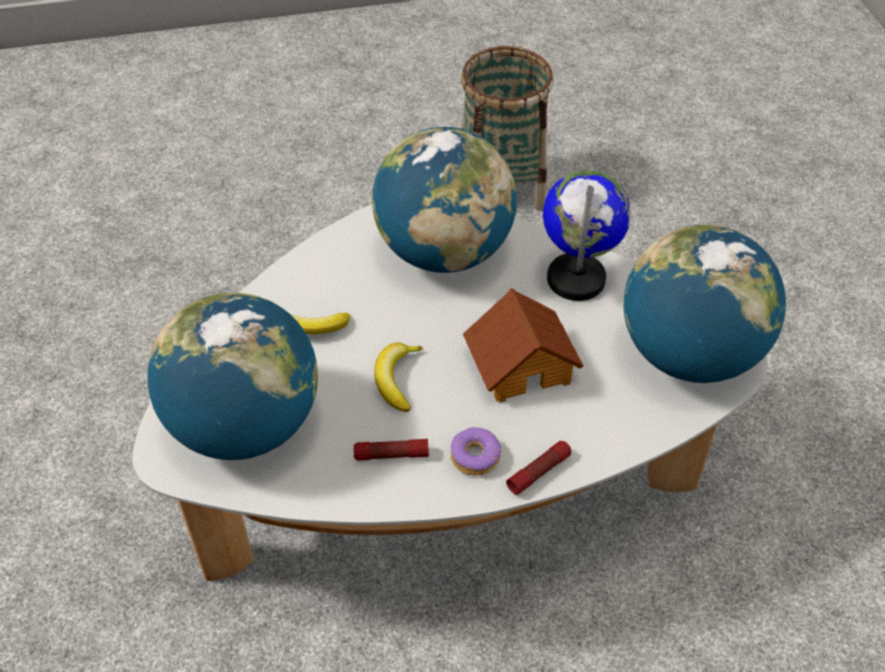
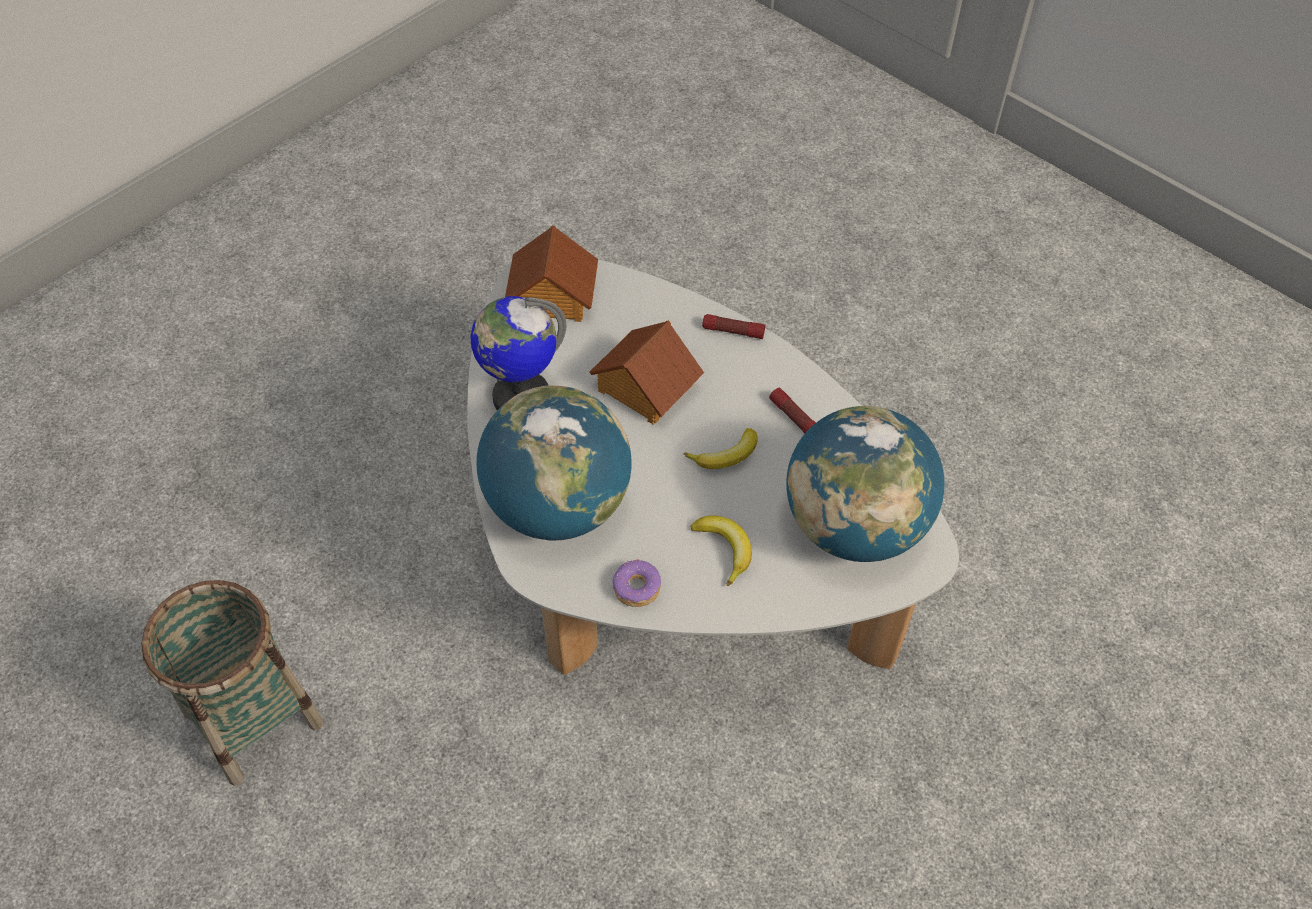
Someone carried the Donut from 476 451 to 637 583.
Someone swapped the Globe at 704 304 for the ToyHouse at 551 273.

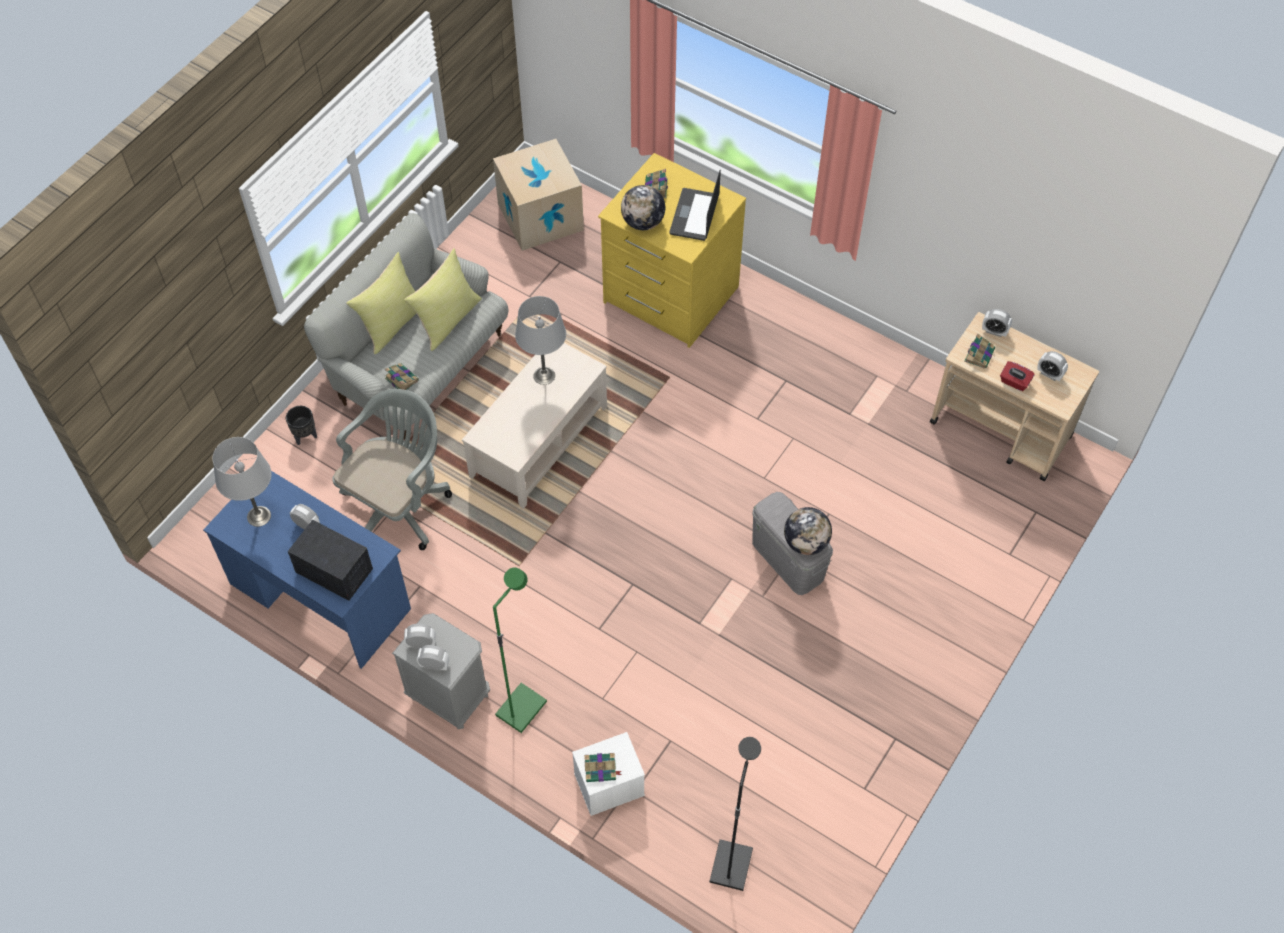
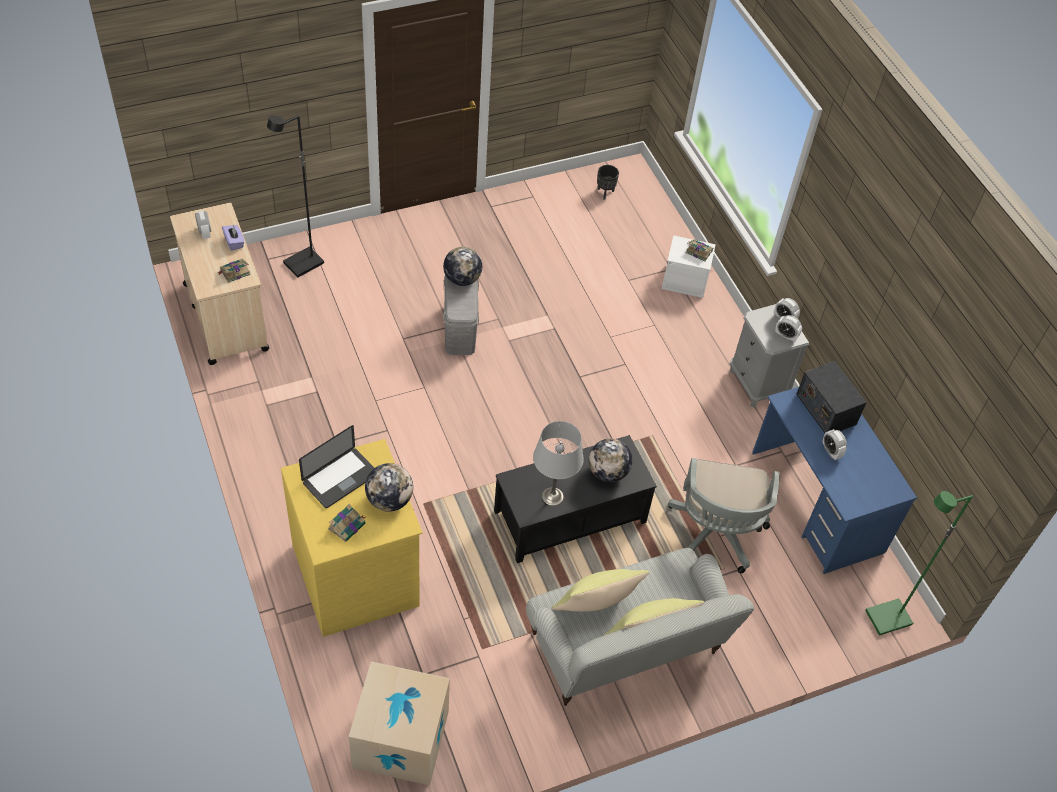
Someone took away the GreyTableLamp at 242 482.
Someone took away the Book at 402 376.
Someone took away the AlarmClock at 997 323.
Someone put down the Globe at 610 460.
Someone carried the BlackPlanter from 301 425 to 608 182.
Someone carried the GreenFloorLamp from 520 650 to 919 563.
Someone carried the BlackFloorLamp from 735 814 to 295 196.
Someone repainted the BeigeCoffeeTable at 534 426, which became the BlackCoffeeTable at 575 499.
Someone repainted the RedTissueBox at 1017 376, which became the PurpleTissueBox at 233 238.
Someone rotated the GreyOfficeChair at 392 469 by 60 degrees counterclockwise.

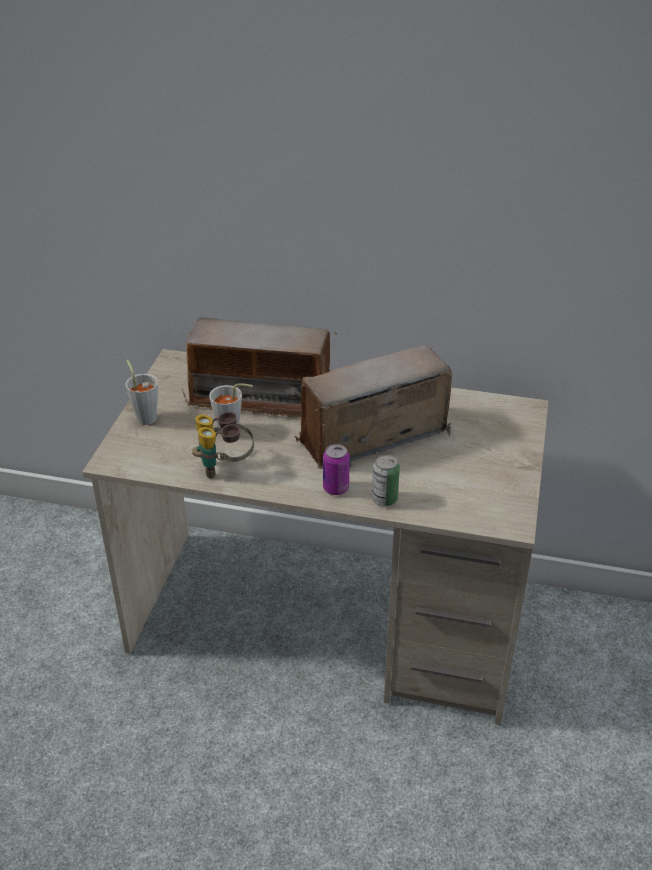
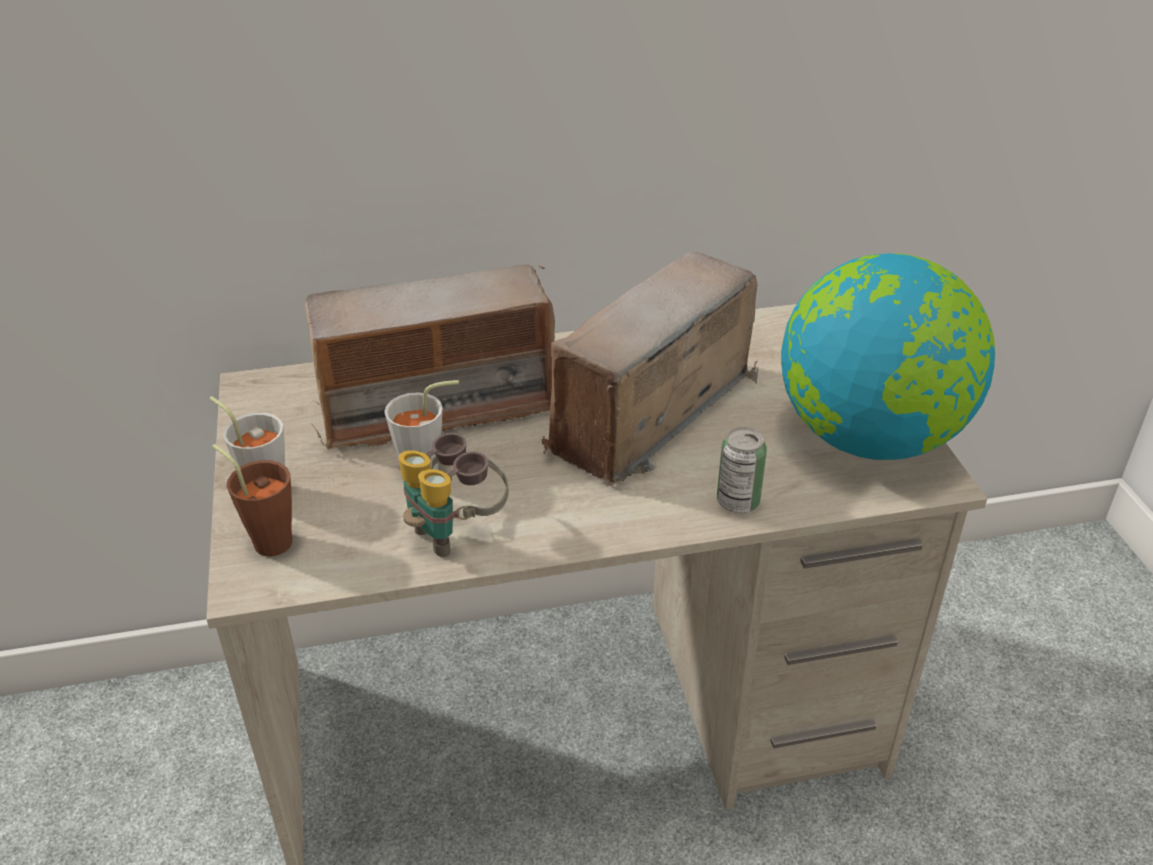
Someone took away the Can at 336 469.
Someone put down the BrownCup at 252 500.
Someone put down the Globe at 888 356.

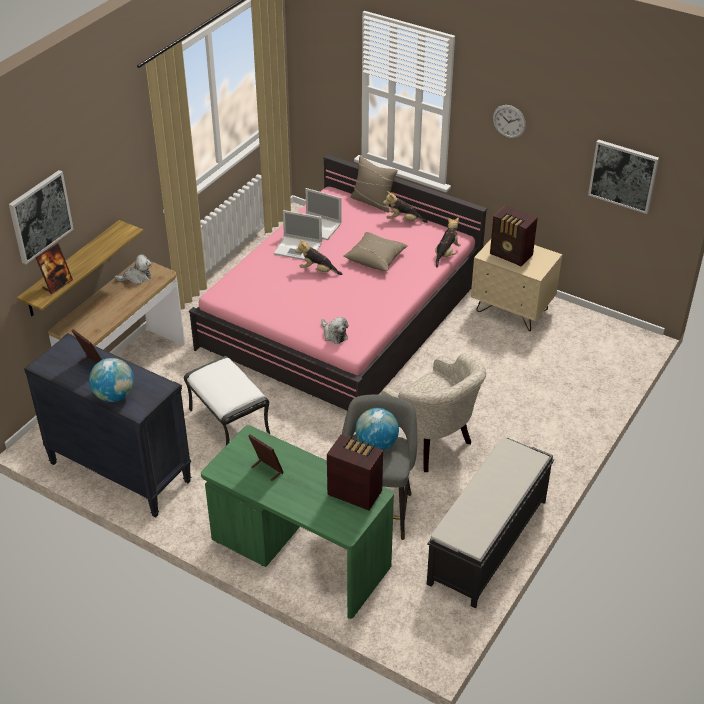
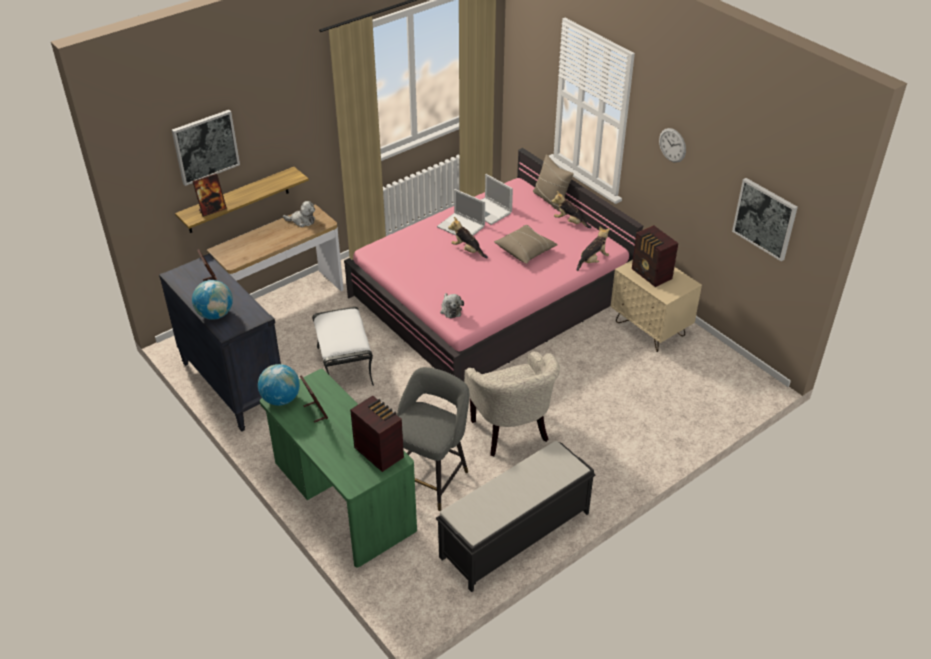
Someone carried the Globe from 377 429 to 279 385.

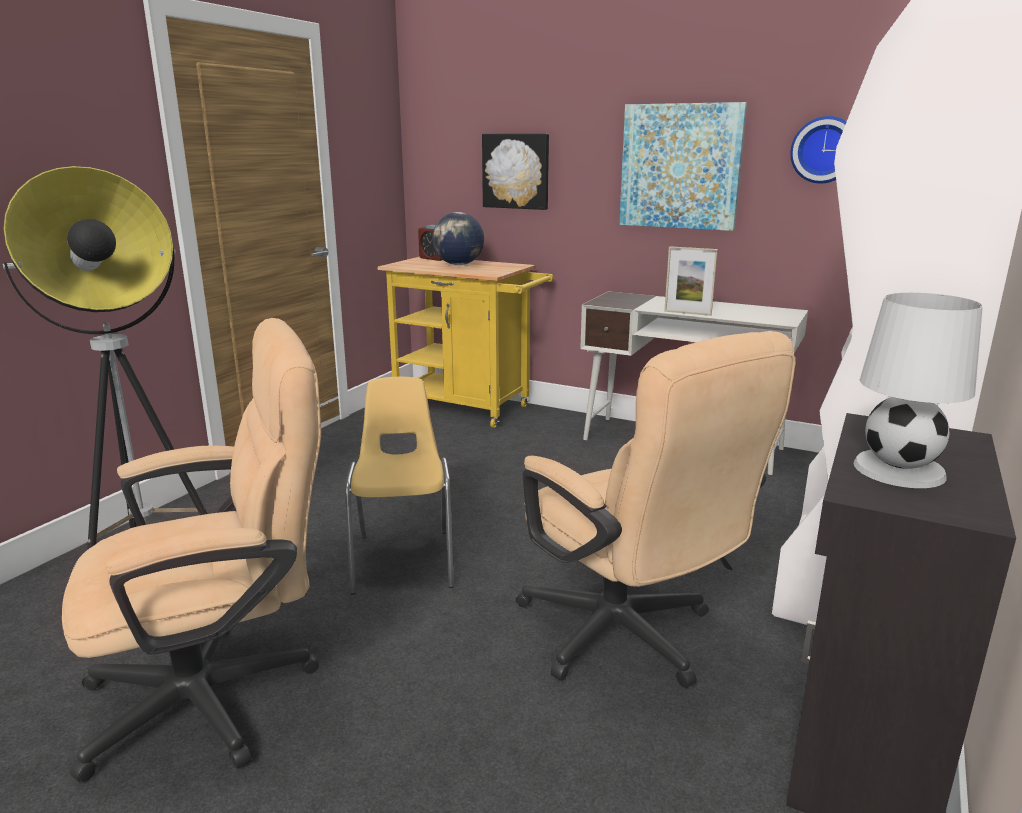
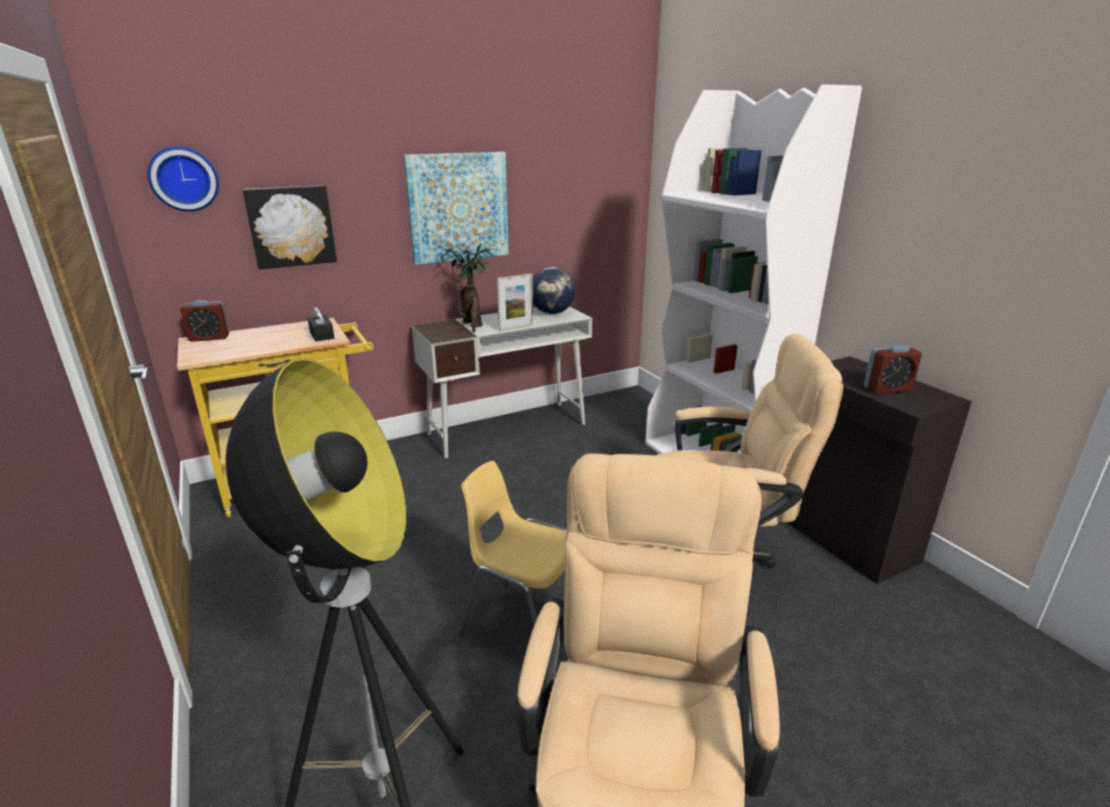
Someone put down the BlackTissueBox at 321 324.
Someone put down the PottedPlant at 466 288.
Someone carried the Globe from 458 238 to 553 290.
Someone carried the WallClock from 818 149 to 183 179.
Someone swapped the WhiteTableLamp at 918 390 for the AlarmClock at 893 369.

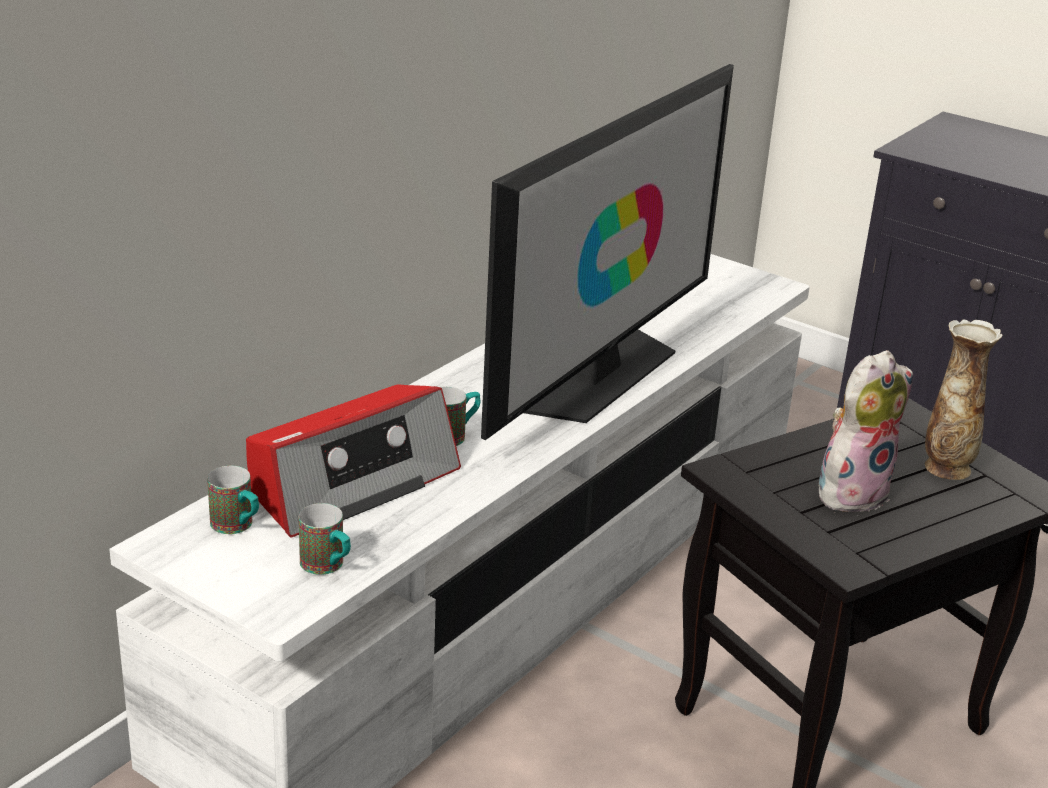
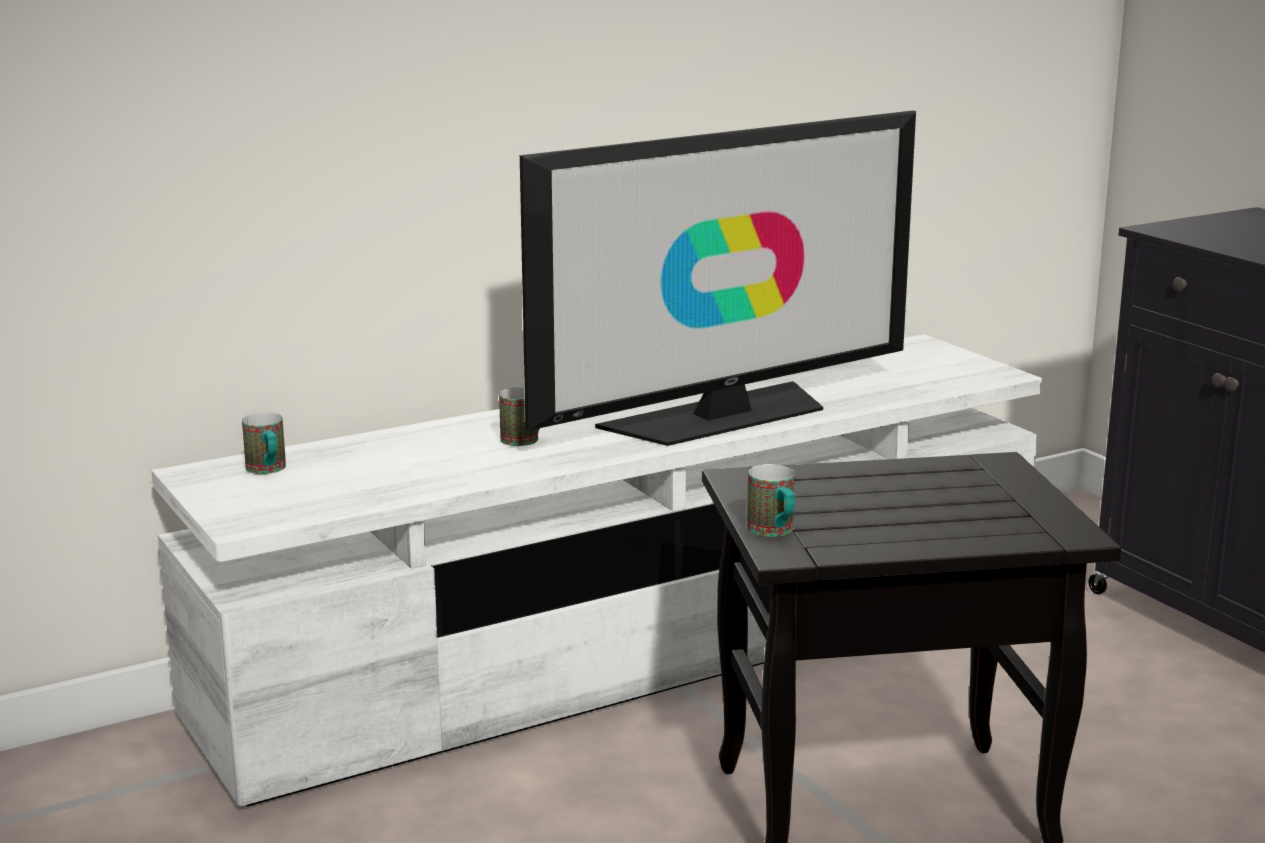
Someone took away the Radio at 353 460.
Someone took away the PlushToy at 865 431.
Someone took away the Vase at 964 399.
Someone carried the Mug from 325 539 to 771 500.

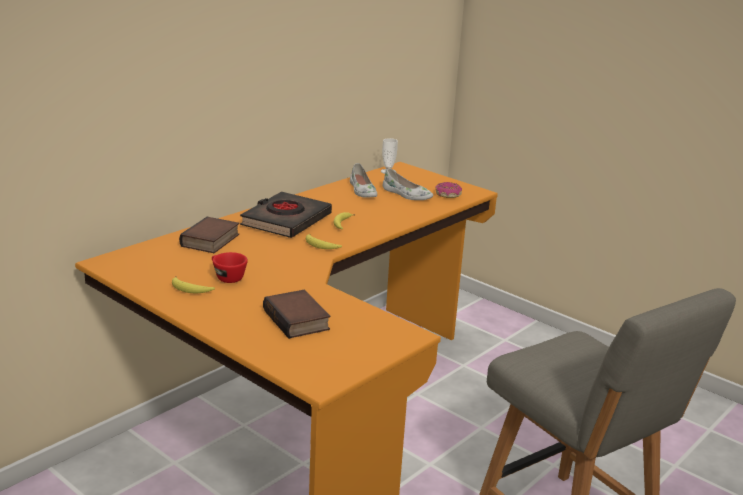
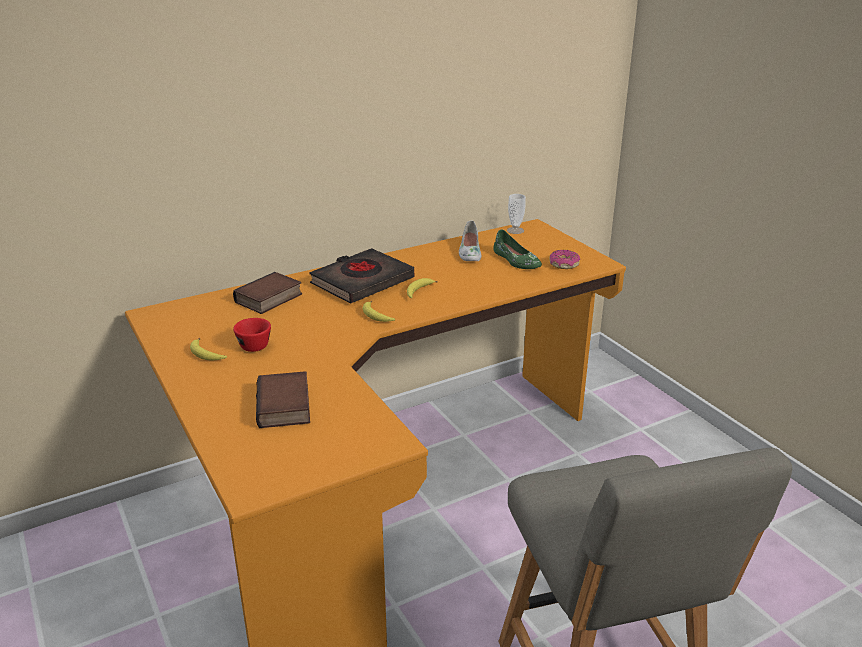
Someone repainted the WhiteShoe at 408 184, which became the GreenShoe at 517 249.

